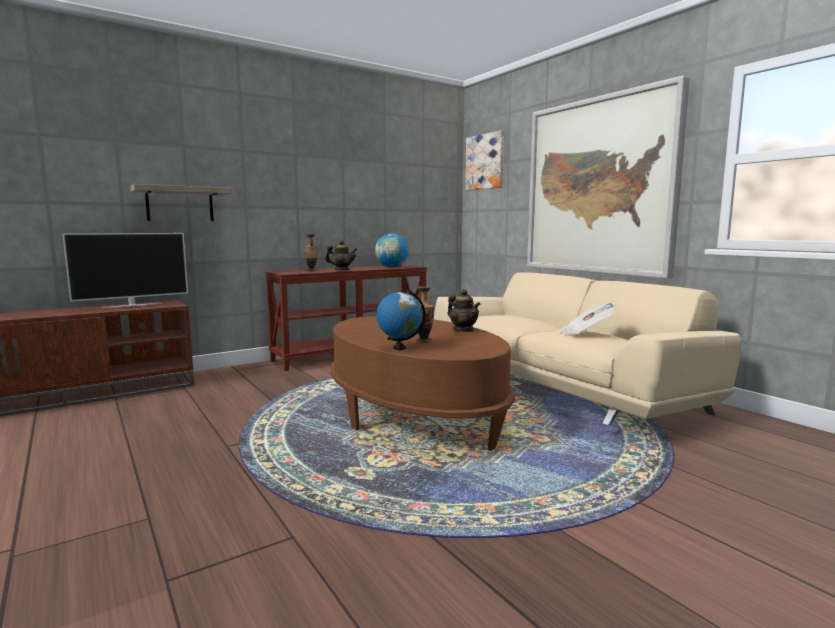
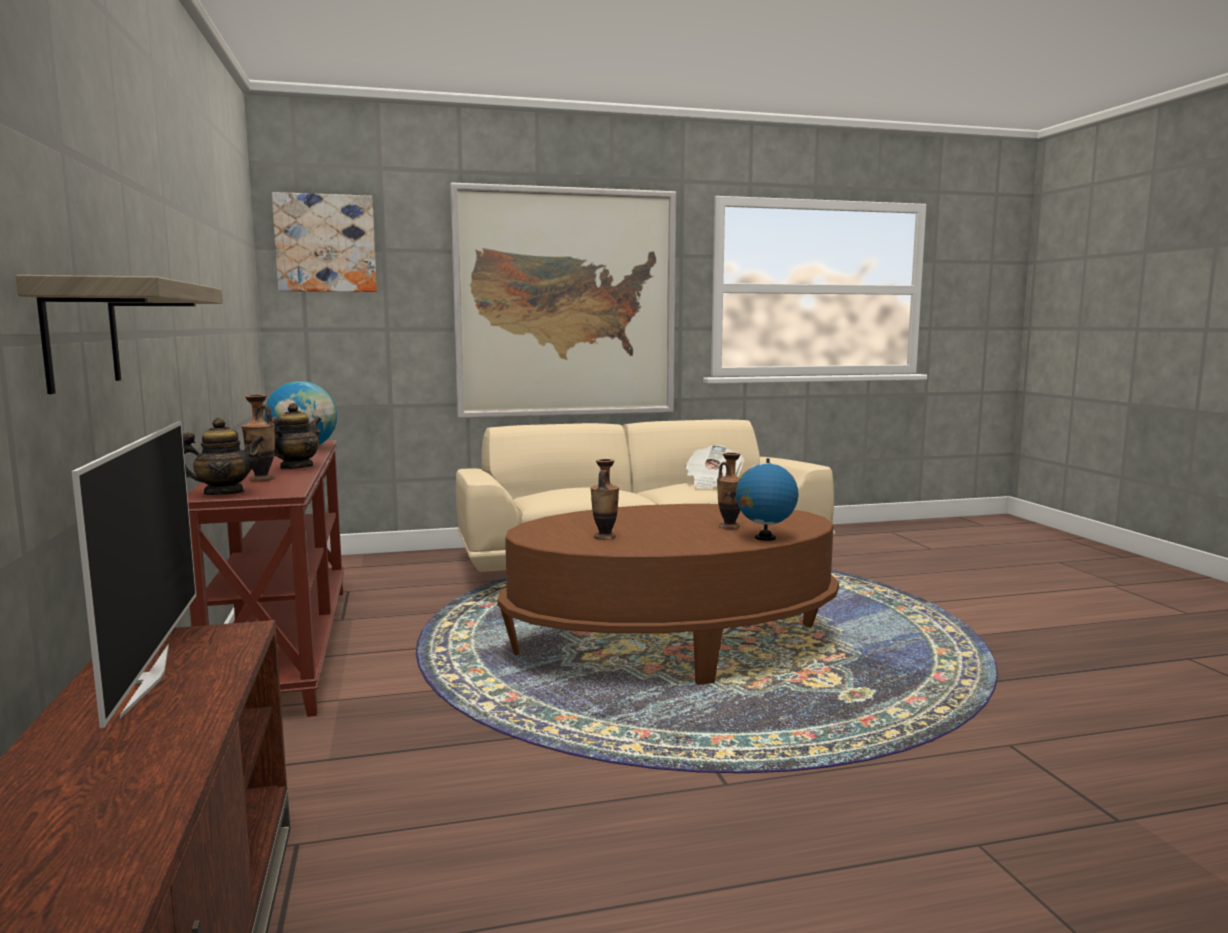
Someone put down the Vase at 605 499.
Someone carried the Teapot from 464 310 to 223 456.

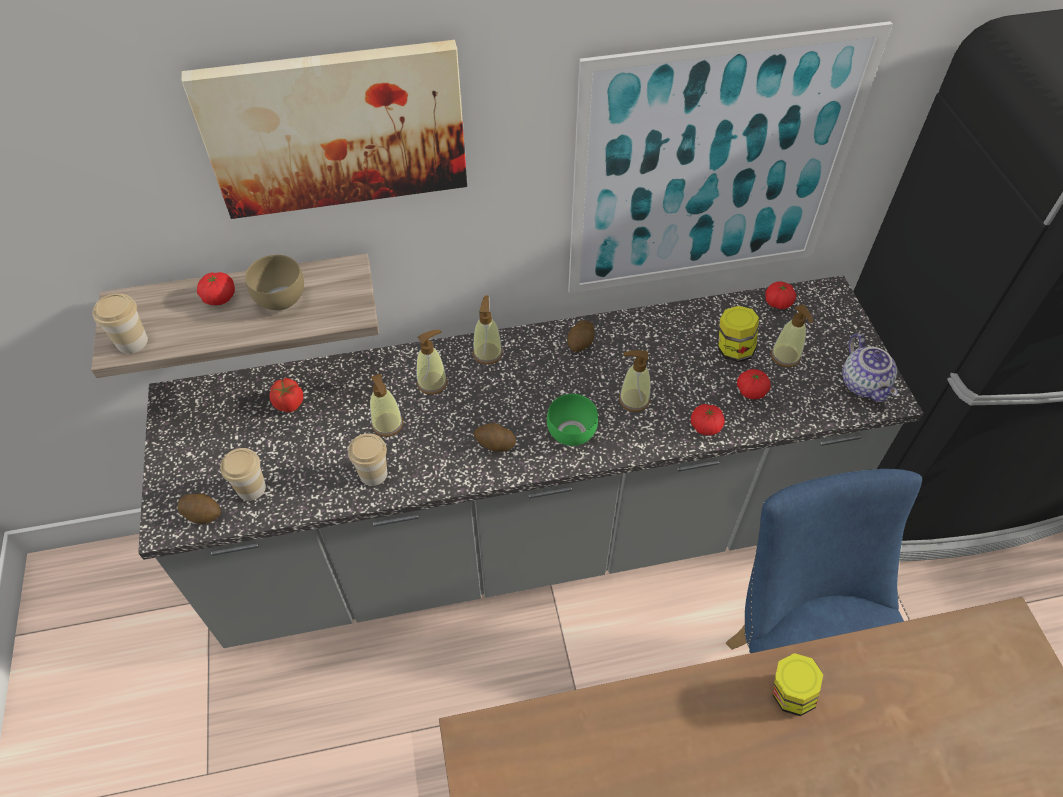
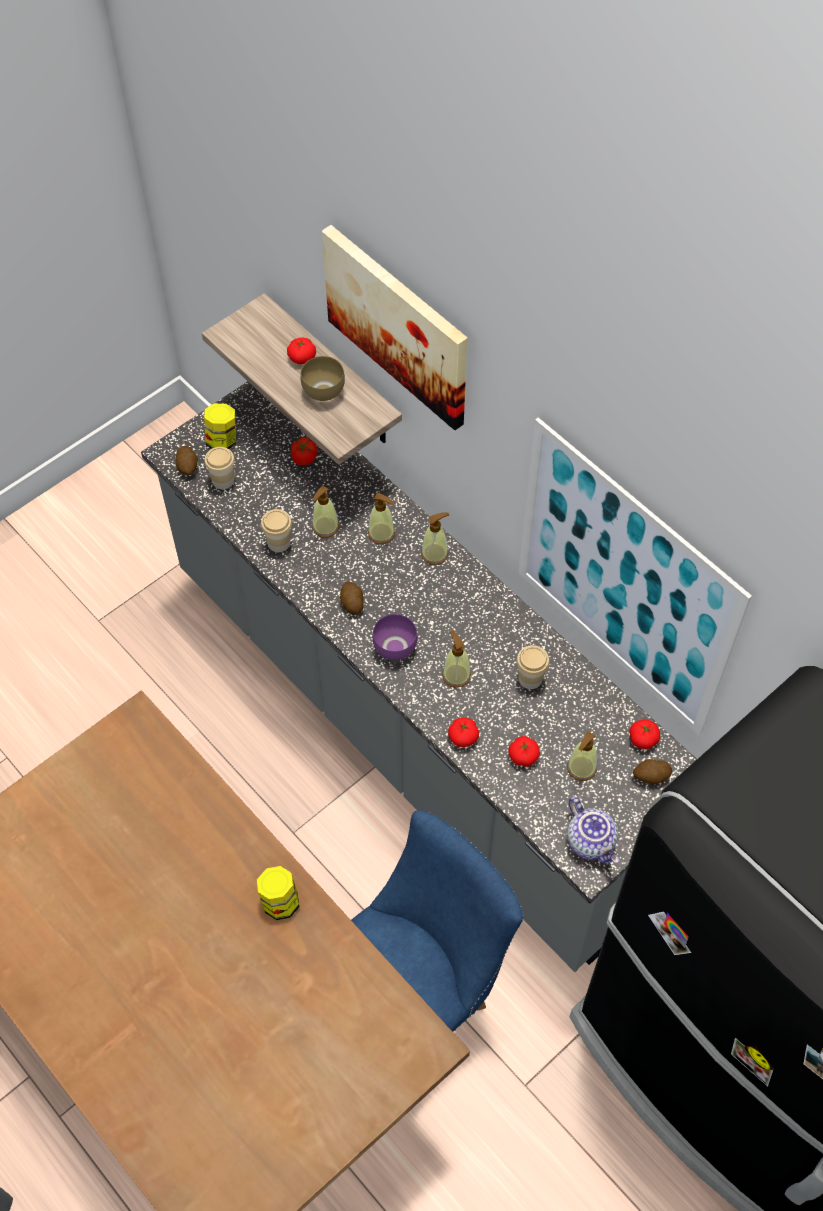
Someone carried the Cup from 120 323 to 533 667.
Someone carried the Potato from 580 336 to 652 771.
Someone carried the Jar from 738 334 to 220 426.
Someone repainted the GreenBowl at 572 420, which became the PurpleBowl at 394 637.
Someone rotated the Teapot at 870 368 by 75 degrees counterclockwise.

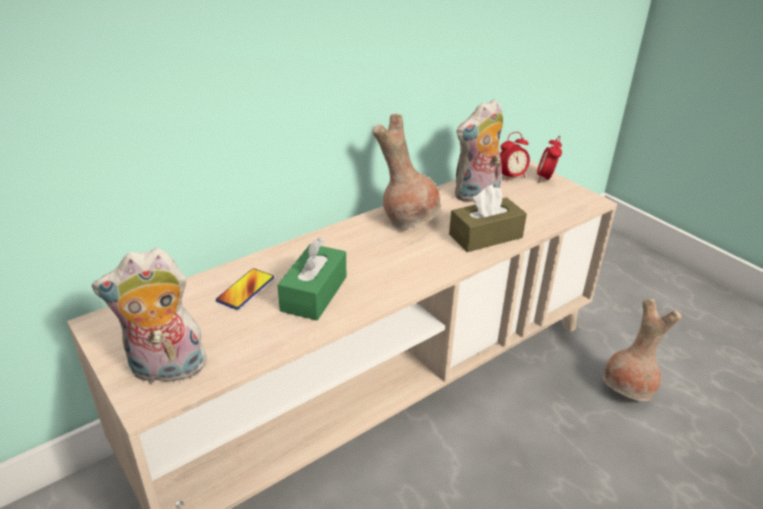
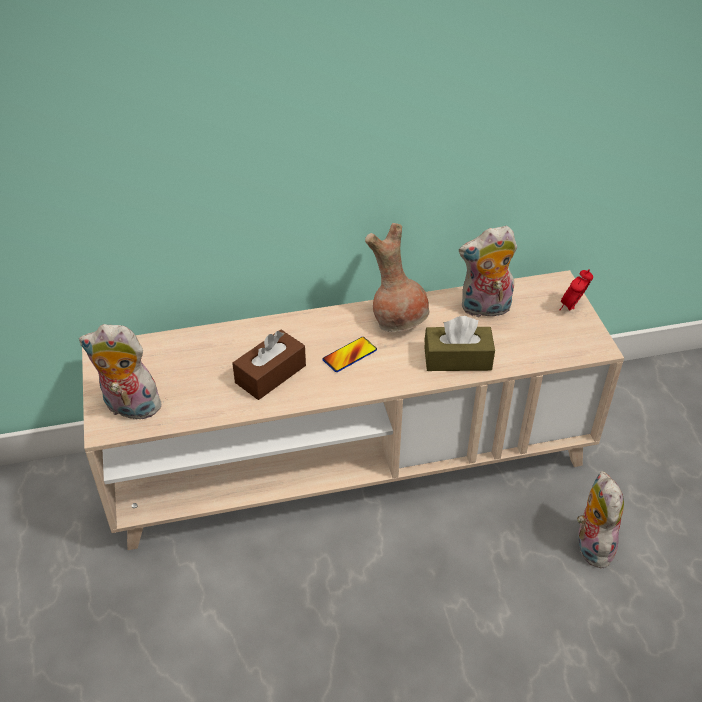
Someone took away the AlarmClock at 515 157.
Someone carried the Phone from 245 289 to 350 354.
Someone swapped the BrownVase at 642 350 for the PlushToy at 600 519.
Someone repainted the GreenTissueBox at 311 278, which became the BrownTissueBox at 269 365.

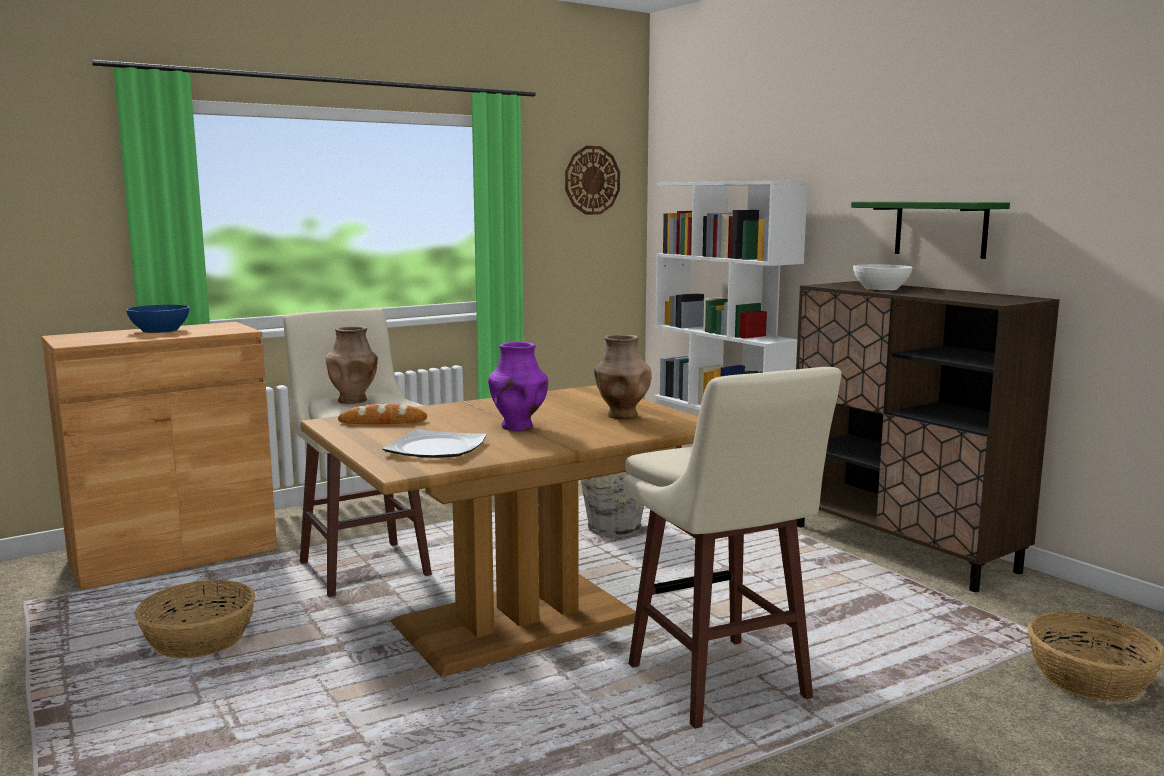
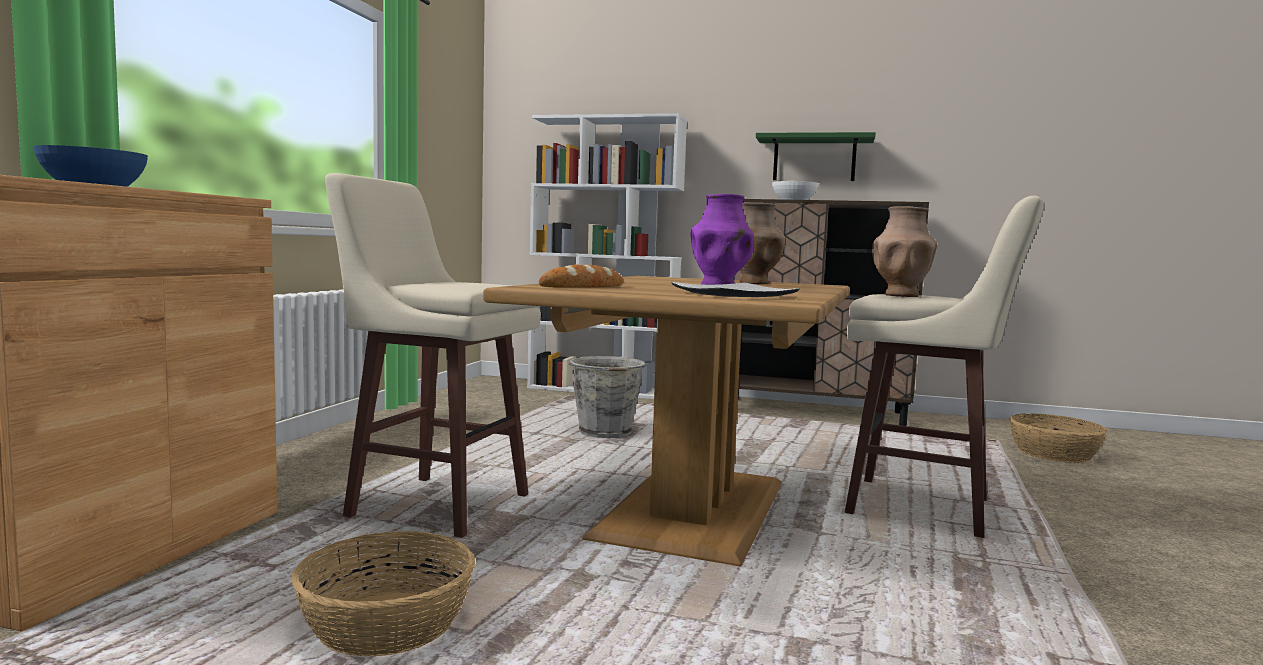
Someone took away the WallClock at 592 180.
Someone carried the BrownVase from 351 365 to 904 251.

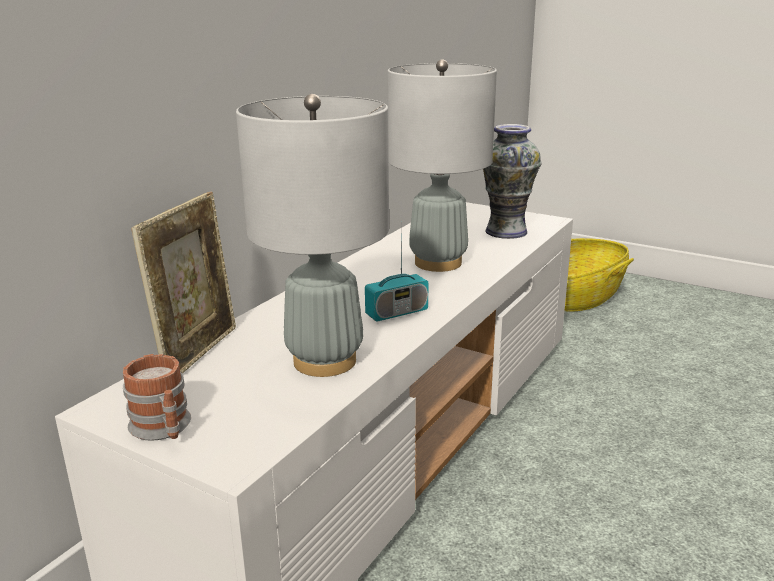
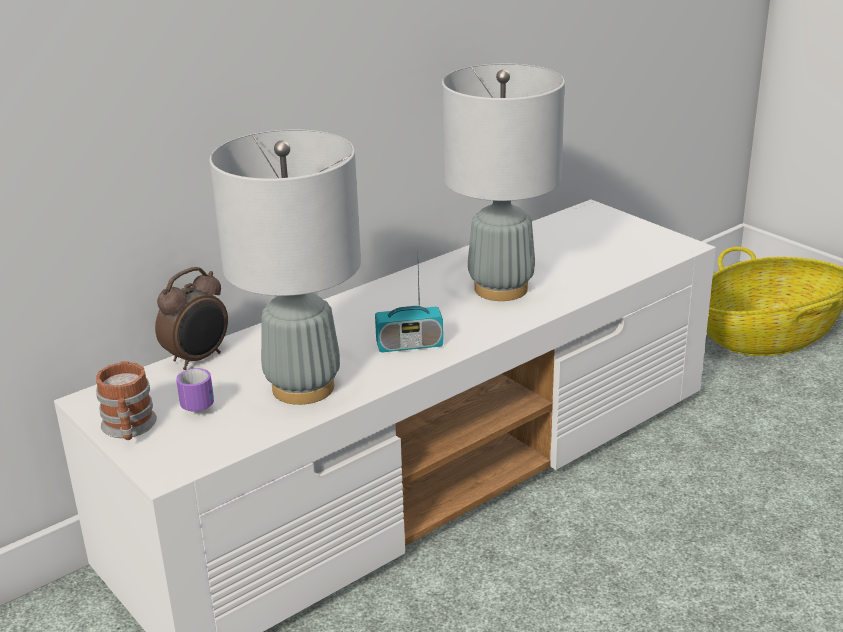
Someone took away the Vase at 512 181.
Someone put down the Mug at 195 389.
Someone swapped the PictureFrame at 183 283 for the AlarmClock at 191 318.

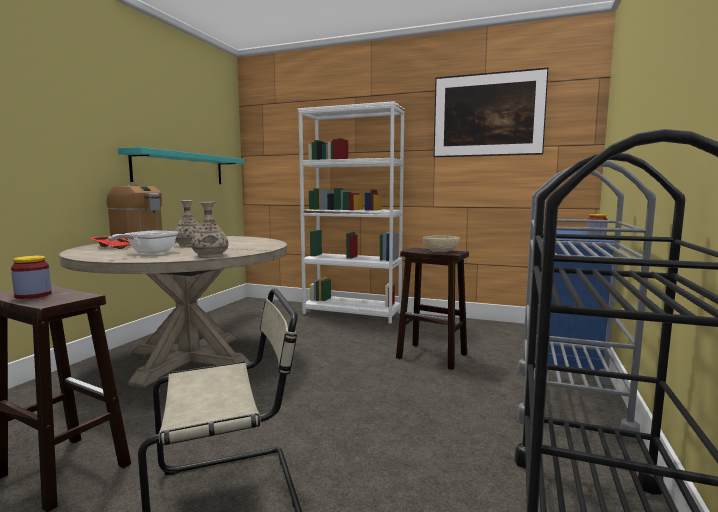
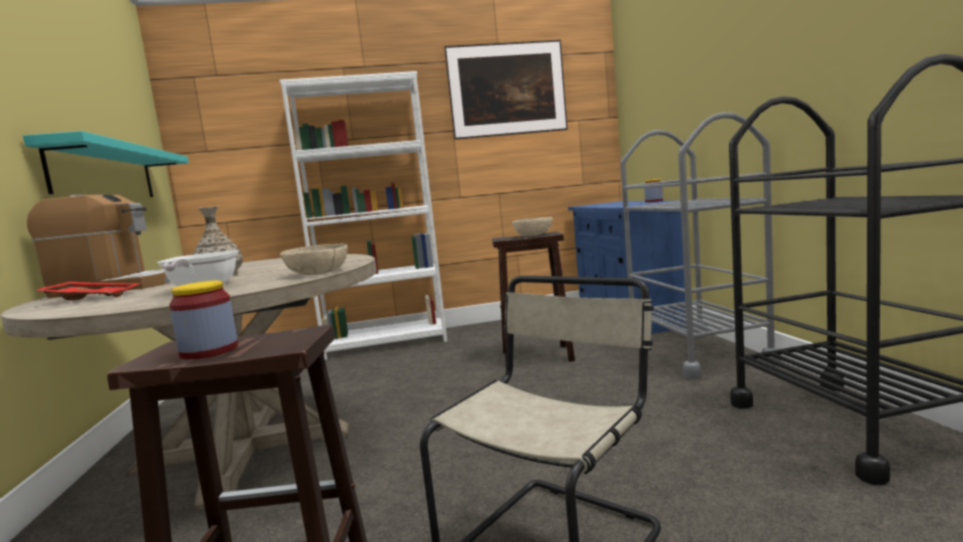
Someone swapped the Vase at 209 230 for the BeigeBowl at 314 259.

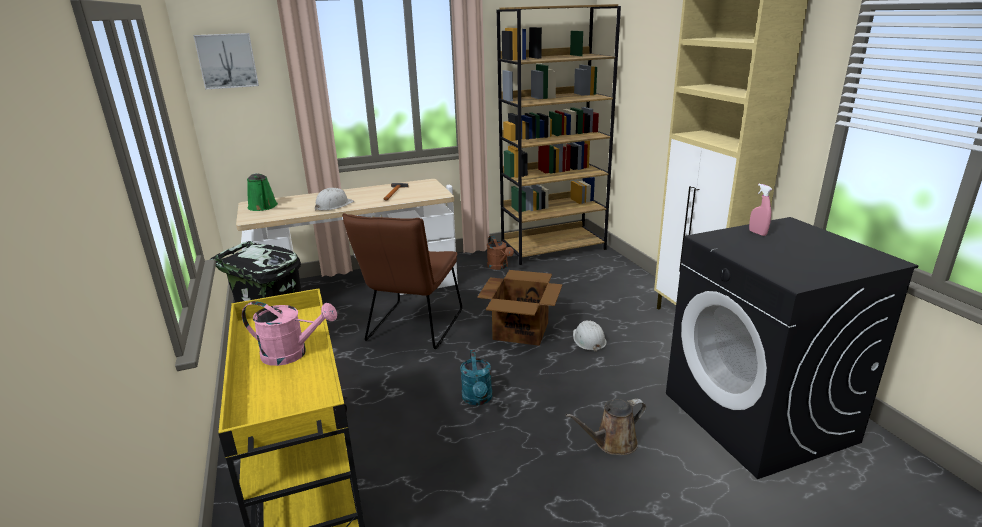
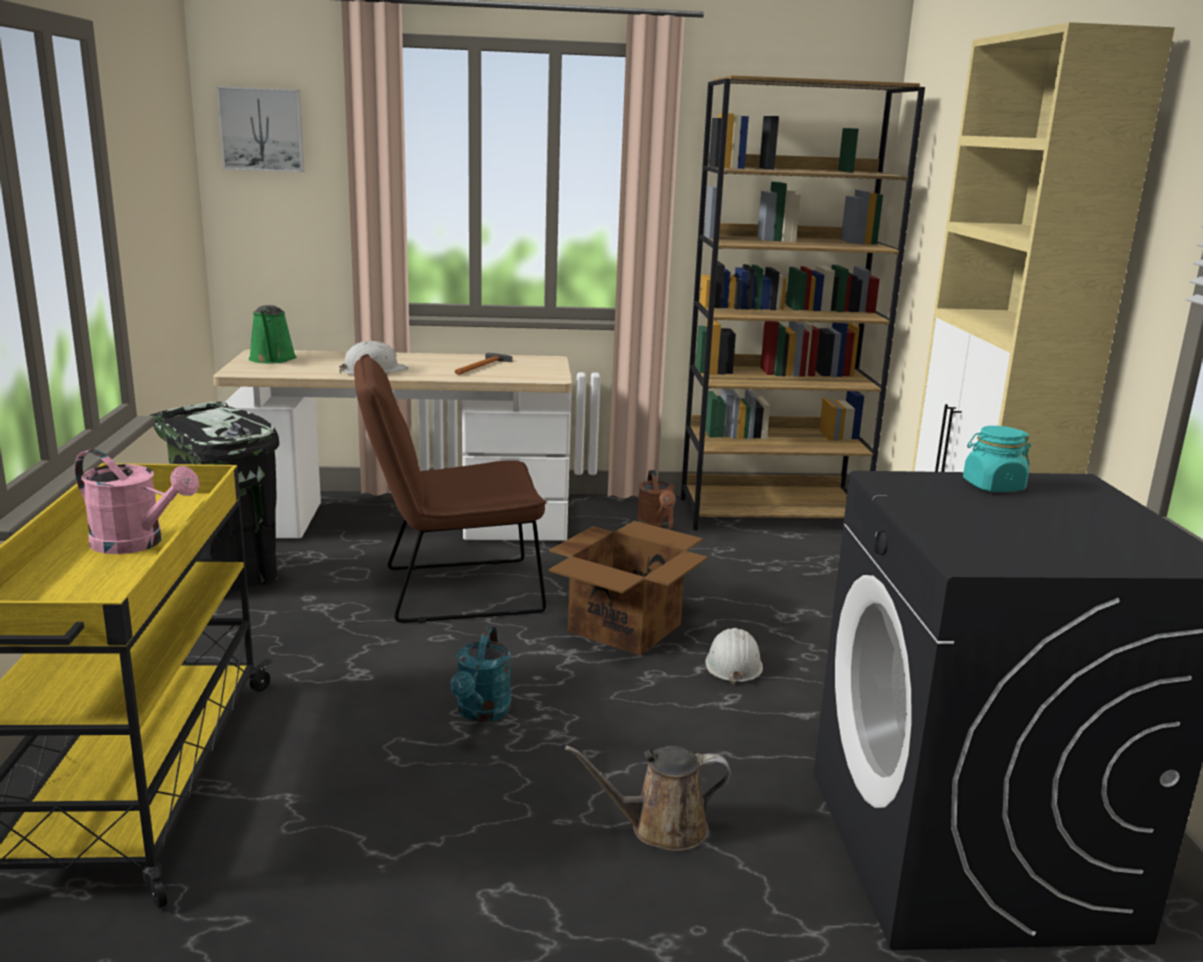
Someone swapped the PinkSprayBottle at 760 210 for the TurquoiseJar at 997 459.
Someone rotated the BrownChair at 402 281 by 45 degrees clockwise.

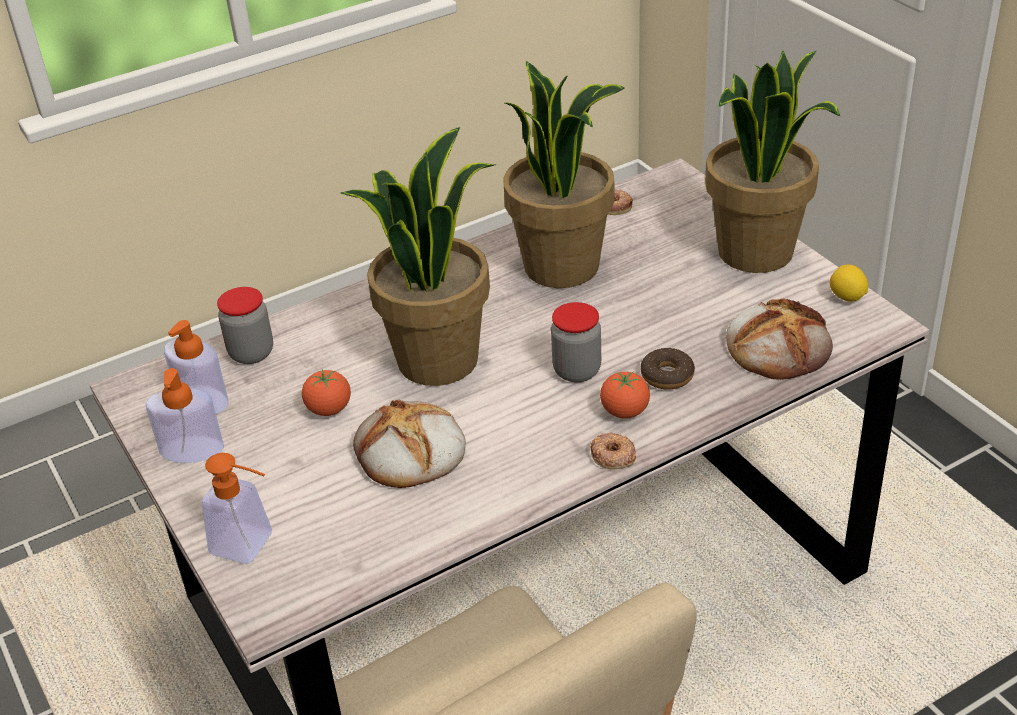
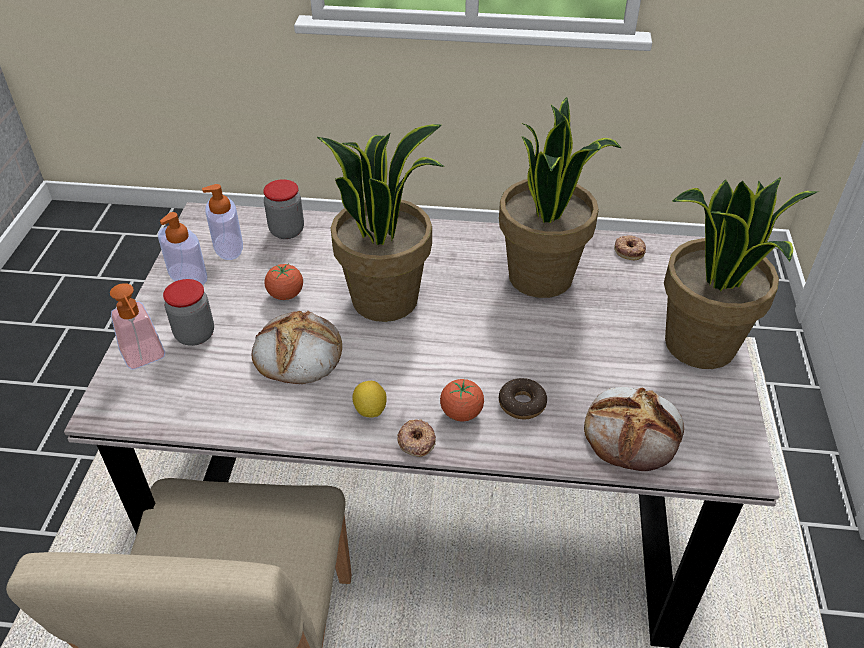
Someone carried the Jar from 576 342 to 188 312.
Someone carried the Lemon from 849 283 to 370 399.

